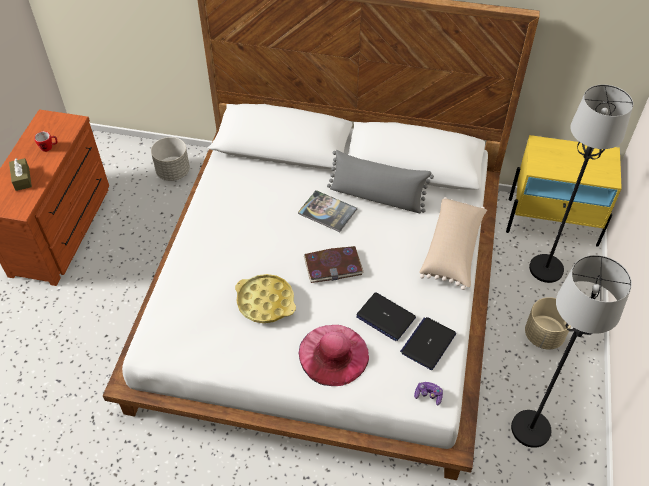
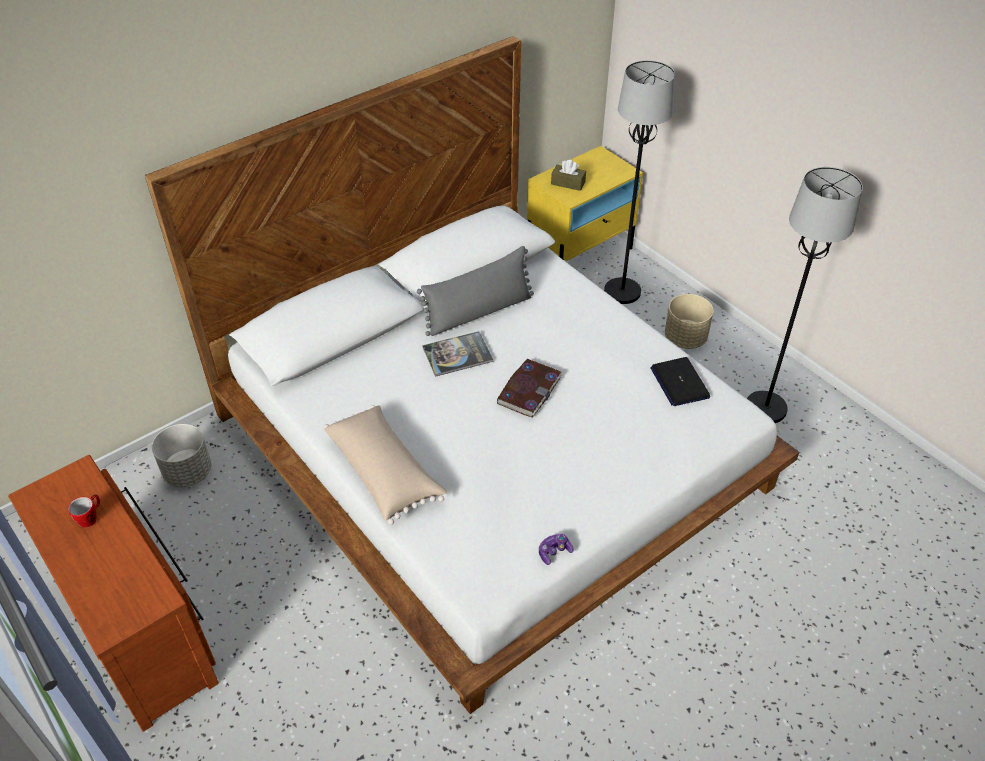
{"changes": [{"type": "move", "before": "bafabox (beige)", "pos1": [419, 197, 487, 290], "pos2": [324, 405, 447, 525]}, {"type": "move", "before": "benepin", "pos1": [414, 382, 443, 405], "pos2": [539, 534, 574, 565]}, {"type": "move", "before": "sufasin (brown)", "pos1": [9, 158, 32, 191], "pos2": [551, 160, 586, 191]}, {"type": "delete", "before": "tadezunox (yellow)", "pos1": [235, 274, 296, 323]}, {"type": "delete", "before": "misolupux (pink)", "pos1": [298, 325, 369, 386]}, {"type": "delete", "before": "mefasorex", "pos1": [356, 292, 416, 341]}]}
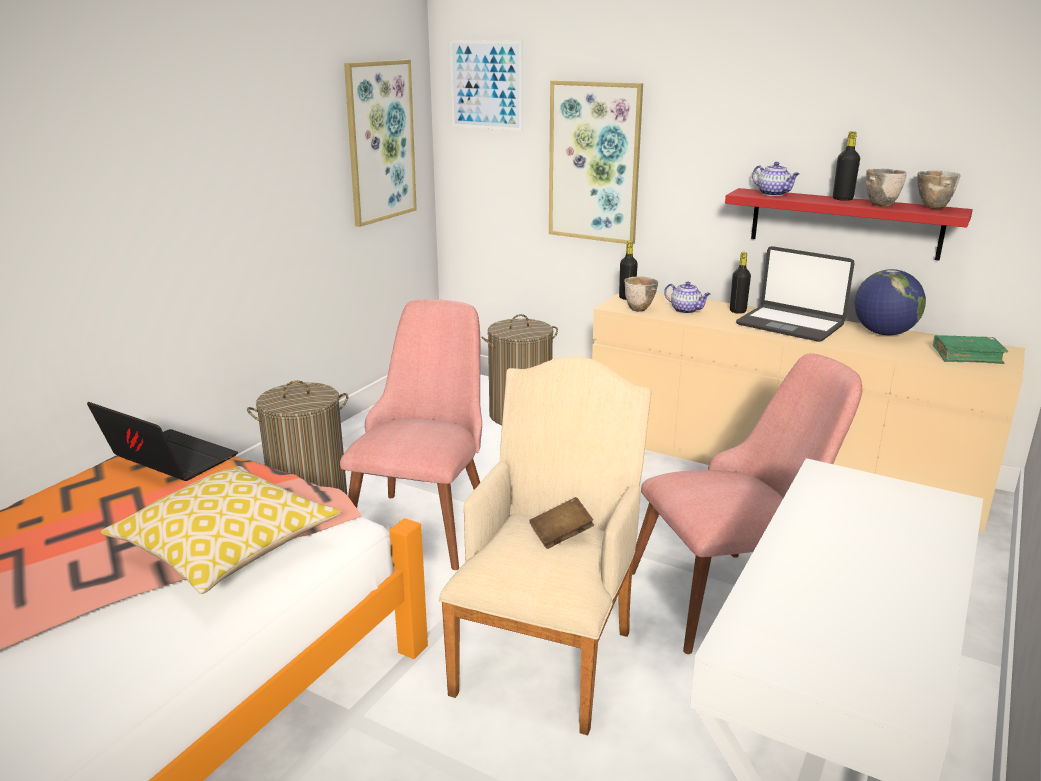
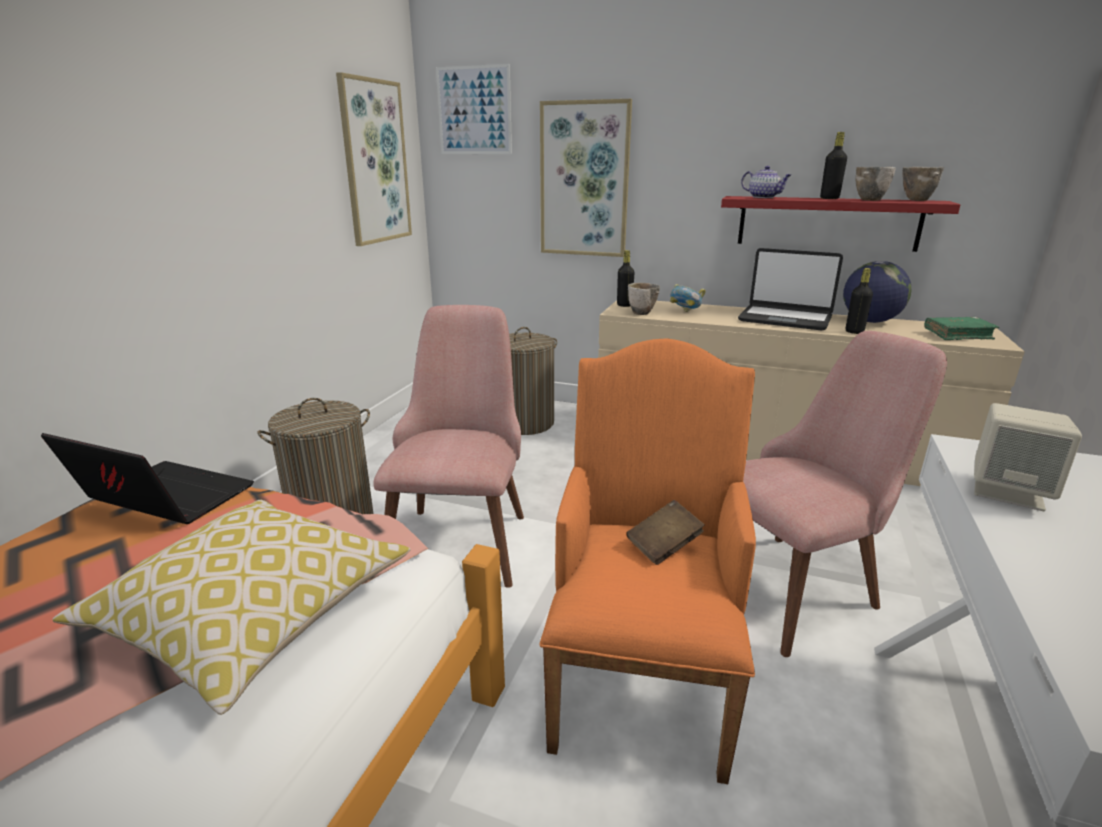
{"changes": [{"type": "recolor", "before": "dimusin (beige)", "after": "dimusin (orange)", "pos1": [439, 356, 651, 735], "pos2": [539, 338, 756, 784]}, {"type": "replace", "before": "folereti", "after": "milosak", "pos1": [664, 282, 710, 314], "pos2": [670, 284, 706, 312]}, {"type": "move", "before": "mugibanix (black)", "pos1": [730, 252, 751, 314], "pos2": [846, 268, 873, 334]}, {"type": "insert", "after": "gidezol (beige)", "pos2": [974, 403, 1082, 511]}]}
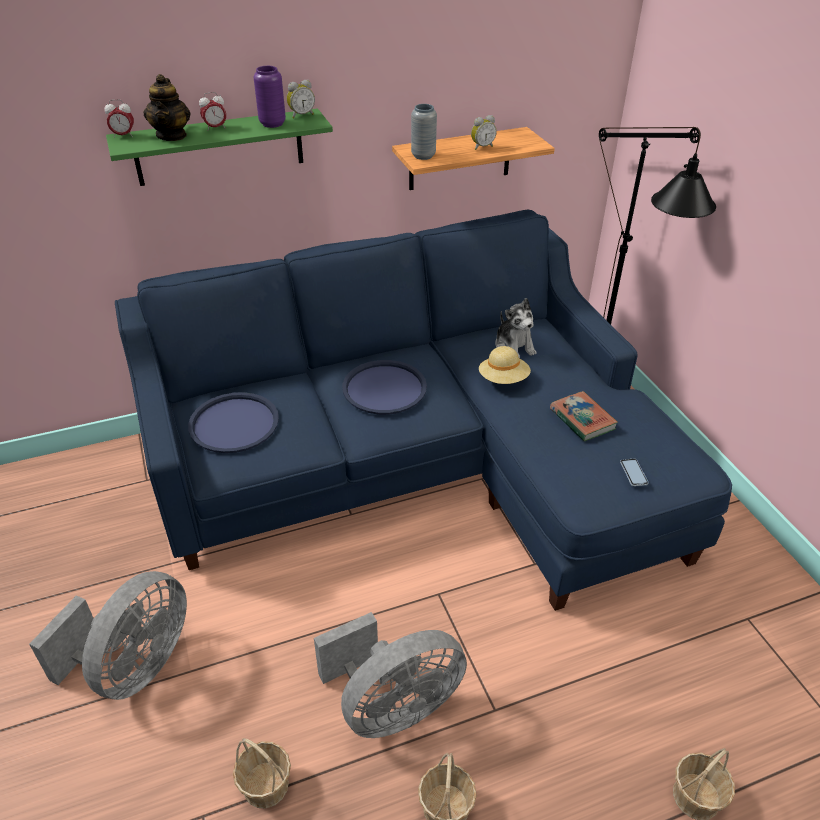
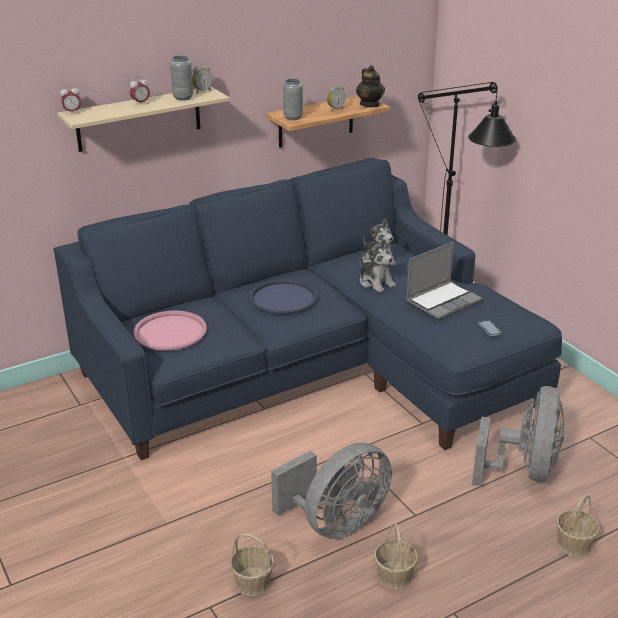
{"changes": [{"type": "recolor", "before": "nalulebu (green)", "after": "nalulebu (beige)", "pos1": [106, 108, 333, 186], "pos2": [57, 87, 230, 152]}, {"type": "recolor", "before": "tadezunox (blue)", "after": "tadezunox (pink)", "pos1": [188, 392, 279, 453], "pos2": [134, 311, 207, 351]}, {"type": "recolor", "before": "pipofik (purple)", "after": "pipofik (grey)", "pos1": [254, 66, 286, 128], "pos2": [170, 55, 193, 101]}, {"type": "move", "before": "folereti", "pos1": [144, 74, 191, 141], "pos2": [356, 65, 385, 107]}, {"type": "replace", "before": "misolupux (beige)", "after": "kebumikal", "pos1": [479, 346, 531, 384], "pos2": [359, 239, 396, 293]}, {"type": "replace", "before": "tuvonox", "after": "mefasorex", "pos1": [550, 391, 618, 442], "pos2": [406, 242, 482, 320]}, {"type": "move", "before": "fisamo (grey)", "pos1": [29, 571, 187, 700], "pos2": [472, 386, 565, 486]}]}
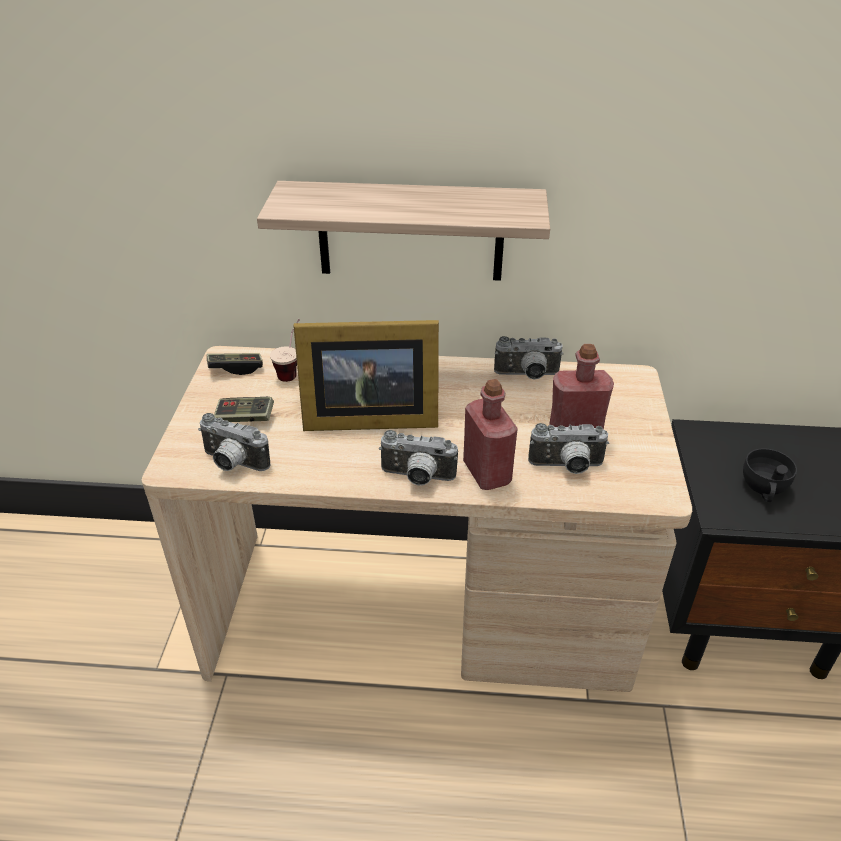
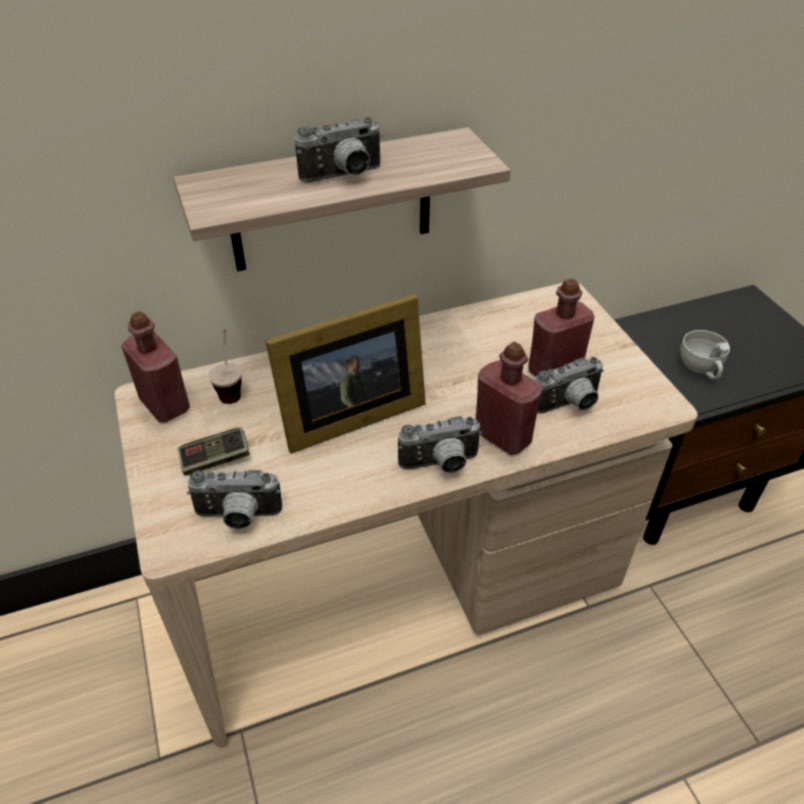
{"changes": [{"type": "replace", "before": "benepin", "after": "mugibanix (red)", "pos1": [207, 353, 263, 375], "pos2": [121, 311, 190, 423]}, {"type": "move", "before": "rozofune", "pos1": [494, 336, 563, 380], "pos2": [295, 117, 382, 182]}, {"type": "recolor", "before": "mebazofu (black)", "after": "mebazofu (white)", "pos1": [743, 448, 797, 502], "pos2": [680, 330, 730, 379]}]}
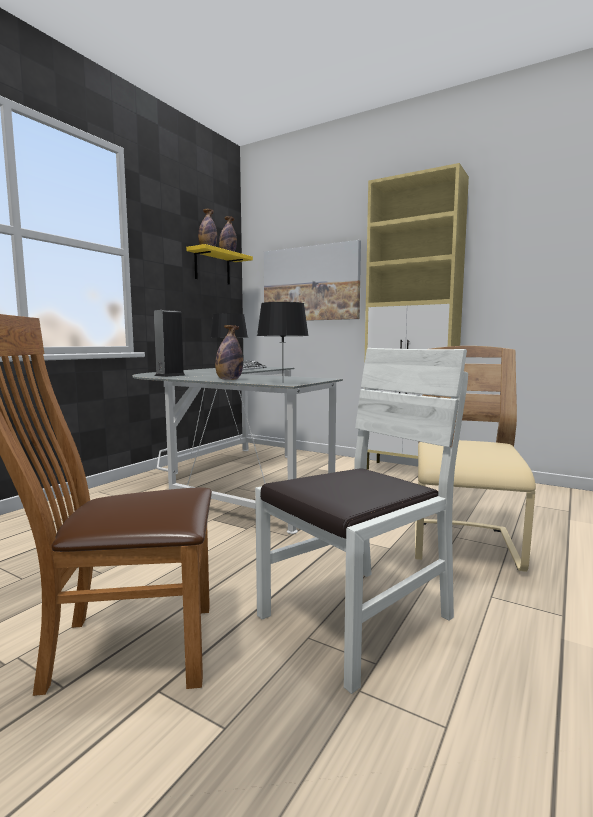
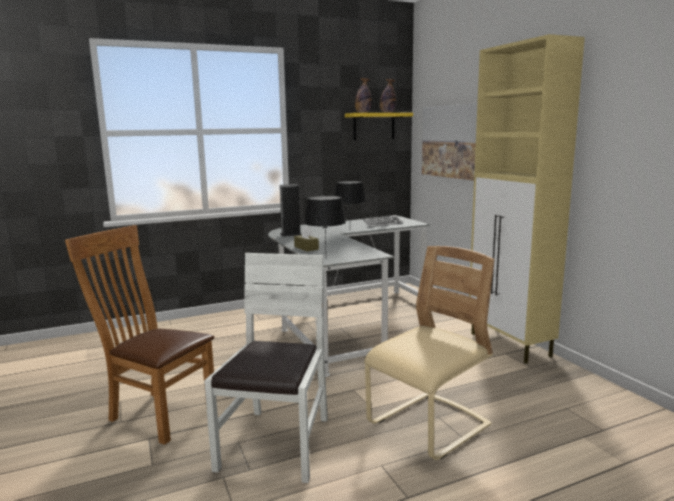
{"changes": [{"type": "rotate", "before": "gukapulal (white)", "pos1": [255, 348, 468, 694], "pos2": [204, 253, 328, 483], "turn": -75}, {"type": "replace", "before": "mugibanix", "after": "sufasin (brown)", "pos1": [215, 325, 243, 380], "pos2": [294, 226, 319, 252]}]}
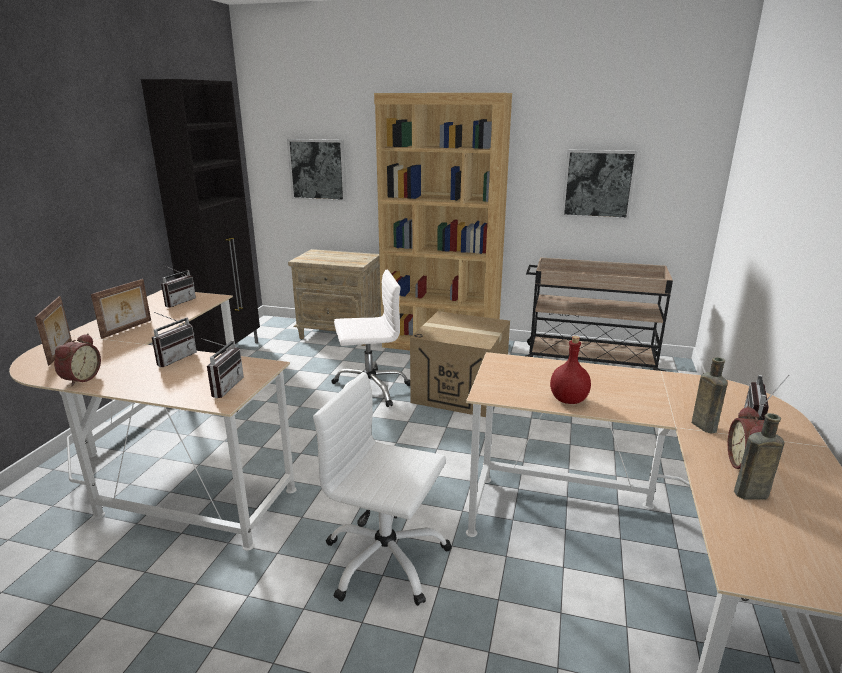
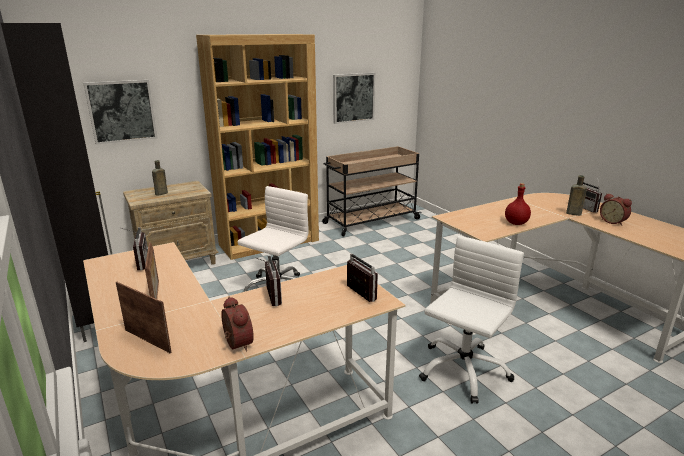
{"changes": [{"type": "move", "before": "mugibanix (brown)", "pos1": [734, 413, 785, 500], "pos2": [152, 160, 168, 196]}, {"type": "rotate", "before": "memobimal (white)", "pos1": [313, 372, 452, 606], "pos2": [419, 236, 524, 404], "turn": 150}, {"type": "delete", "before": "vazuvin", "pos1": [410, 311, 510, 417]}]}
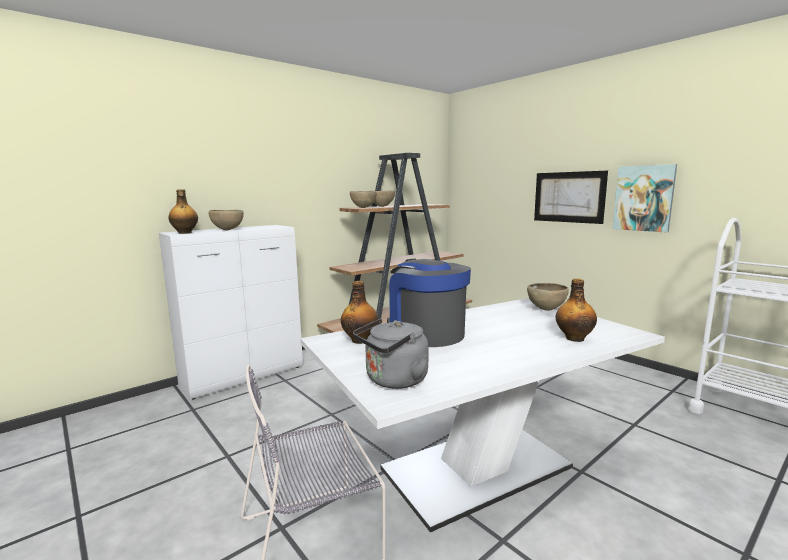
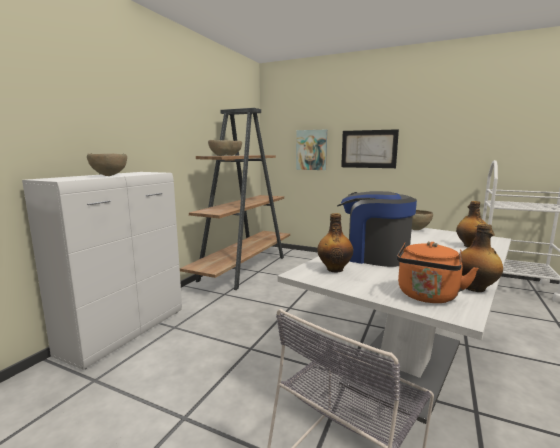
{"changes": [{"type": "move", "before": "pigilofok", "pos1": [612, 164, 677, 233], "pos2": [296, 129, 327, 170]}, {"type": "recolor", "before": "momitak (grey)", "after": "momitak (orange)", "pos1": [353, 318, 428, 389], "pos2": [397, 241, 479, 303]}, {"type": "move", "before": "mugibanix", "pos1": [168, 189, 198, 234], "pos2": [459, 224, 503, 292]}]}
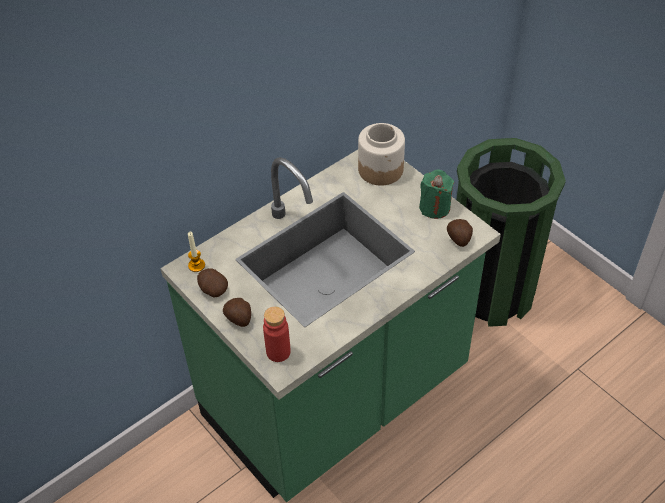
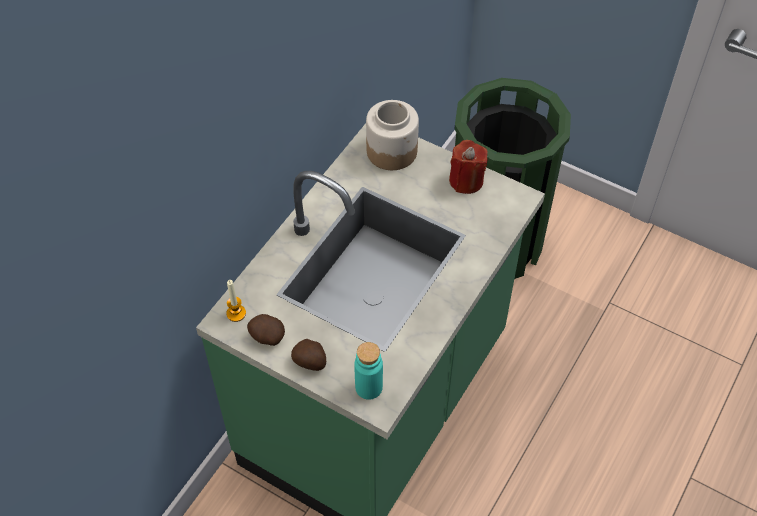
{"changes": [{"type": "recolor", "before": "mugibanix (red)", "after": "mugibanix (turquoise)", "pos1": [263, 307, 291, 362], "pos2": [354, 342, 383, 400]}, {"type": "recolor", "before": "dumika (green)", "after": "dumika (red)", "pos1": [419, 169, 454, 219], "pos2": [449, 140, 488, 194]}, {"type": "delete", "before": "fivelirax", "pos1": [447, 219, 473, 247]}]}
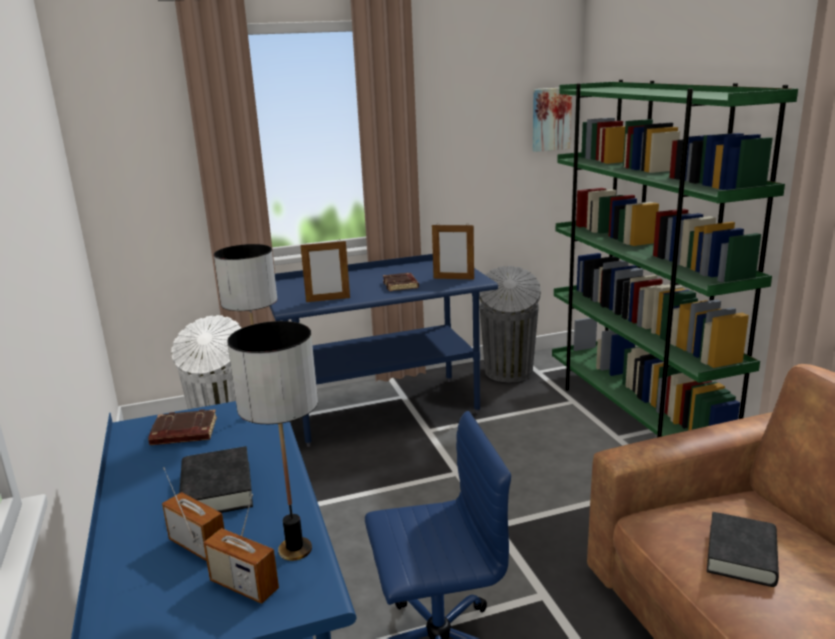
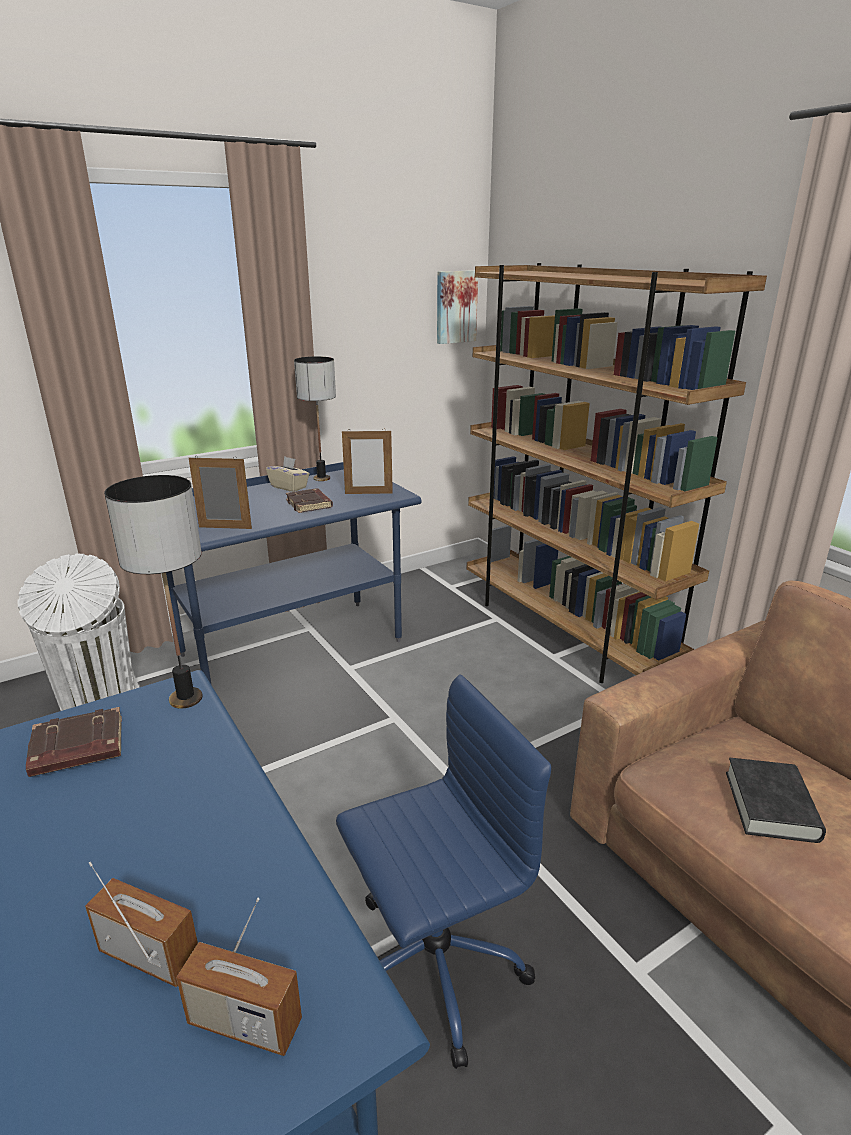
{"changes": [{"type": "rotate", "before": "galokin", "pos1": [301, 241, 350, 302], "pos2": [189, 456, 252, 529], "turn": -150}, {"type": "insert", "after": "sufasin (beige)", "pos2": [266, 456, 310, 492]}, {"type": "move", "before": "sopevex", "pos1": [227, 321, 318, 561], "pos2": [294, 356, 336, 481]}, {"type": "recolor", "before": "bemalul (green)", "after": "bemalul (brown)", "pos1": [552, 80, 798, 438], "pos2": [467, 263, 767, 683]}, {"type": "delete", "before": "tuvonox (black)", "pos1": [179, 446, 253, 513]}, {"type": "delete", "before": "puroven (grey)", "pos1": [479, 266, 541, 382]}]}
